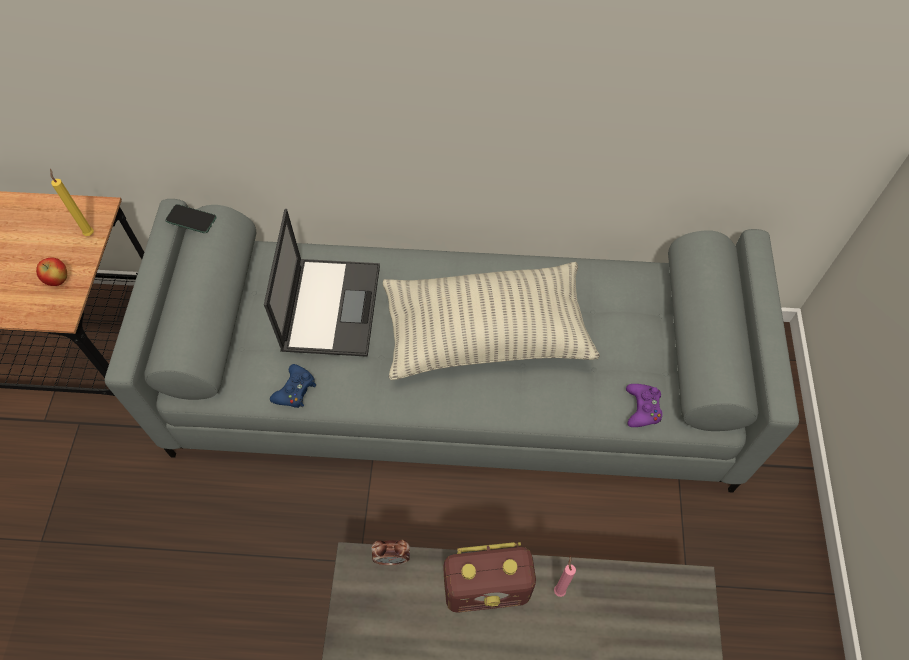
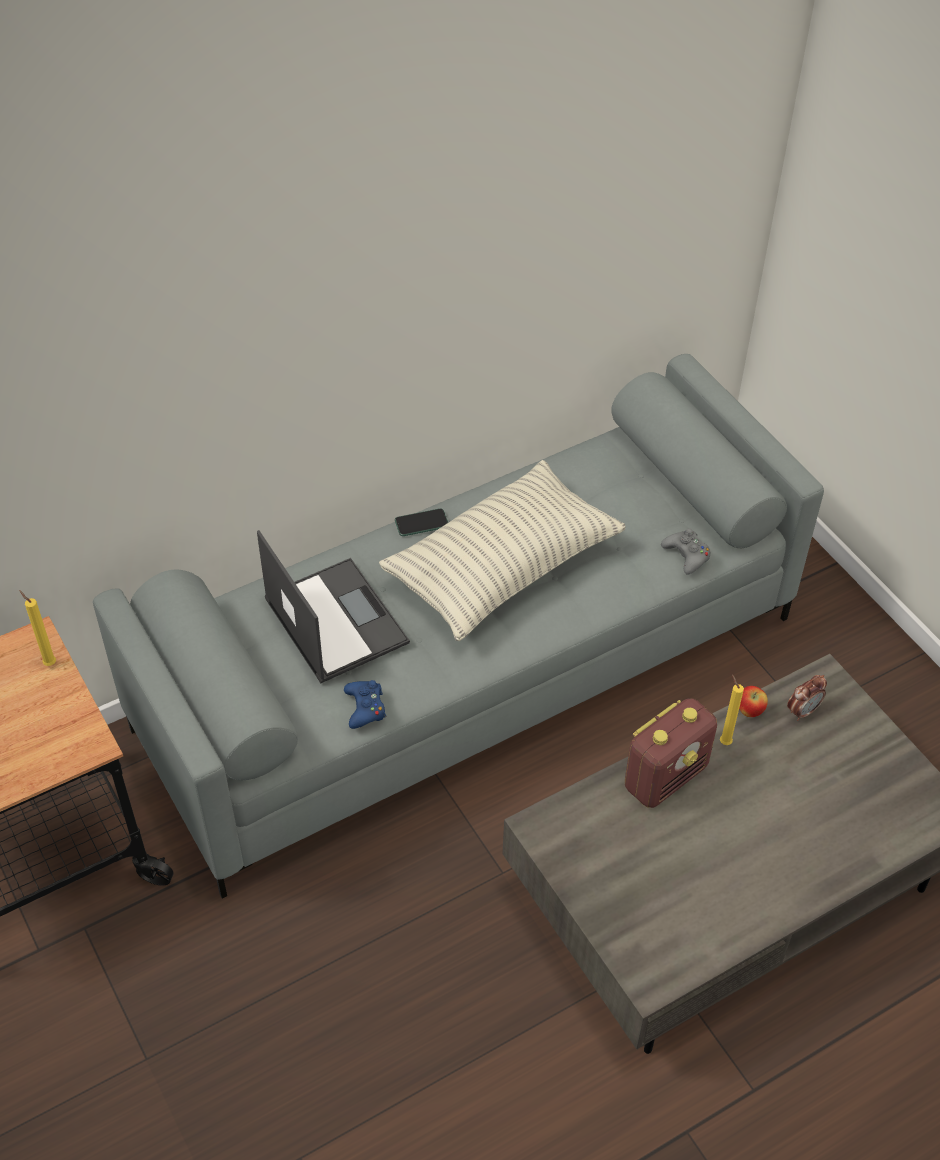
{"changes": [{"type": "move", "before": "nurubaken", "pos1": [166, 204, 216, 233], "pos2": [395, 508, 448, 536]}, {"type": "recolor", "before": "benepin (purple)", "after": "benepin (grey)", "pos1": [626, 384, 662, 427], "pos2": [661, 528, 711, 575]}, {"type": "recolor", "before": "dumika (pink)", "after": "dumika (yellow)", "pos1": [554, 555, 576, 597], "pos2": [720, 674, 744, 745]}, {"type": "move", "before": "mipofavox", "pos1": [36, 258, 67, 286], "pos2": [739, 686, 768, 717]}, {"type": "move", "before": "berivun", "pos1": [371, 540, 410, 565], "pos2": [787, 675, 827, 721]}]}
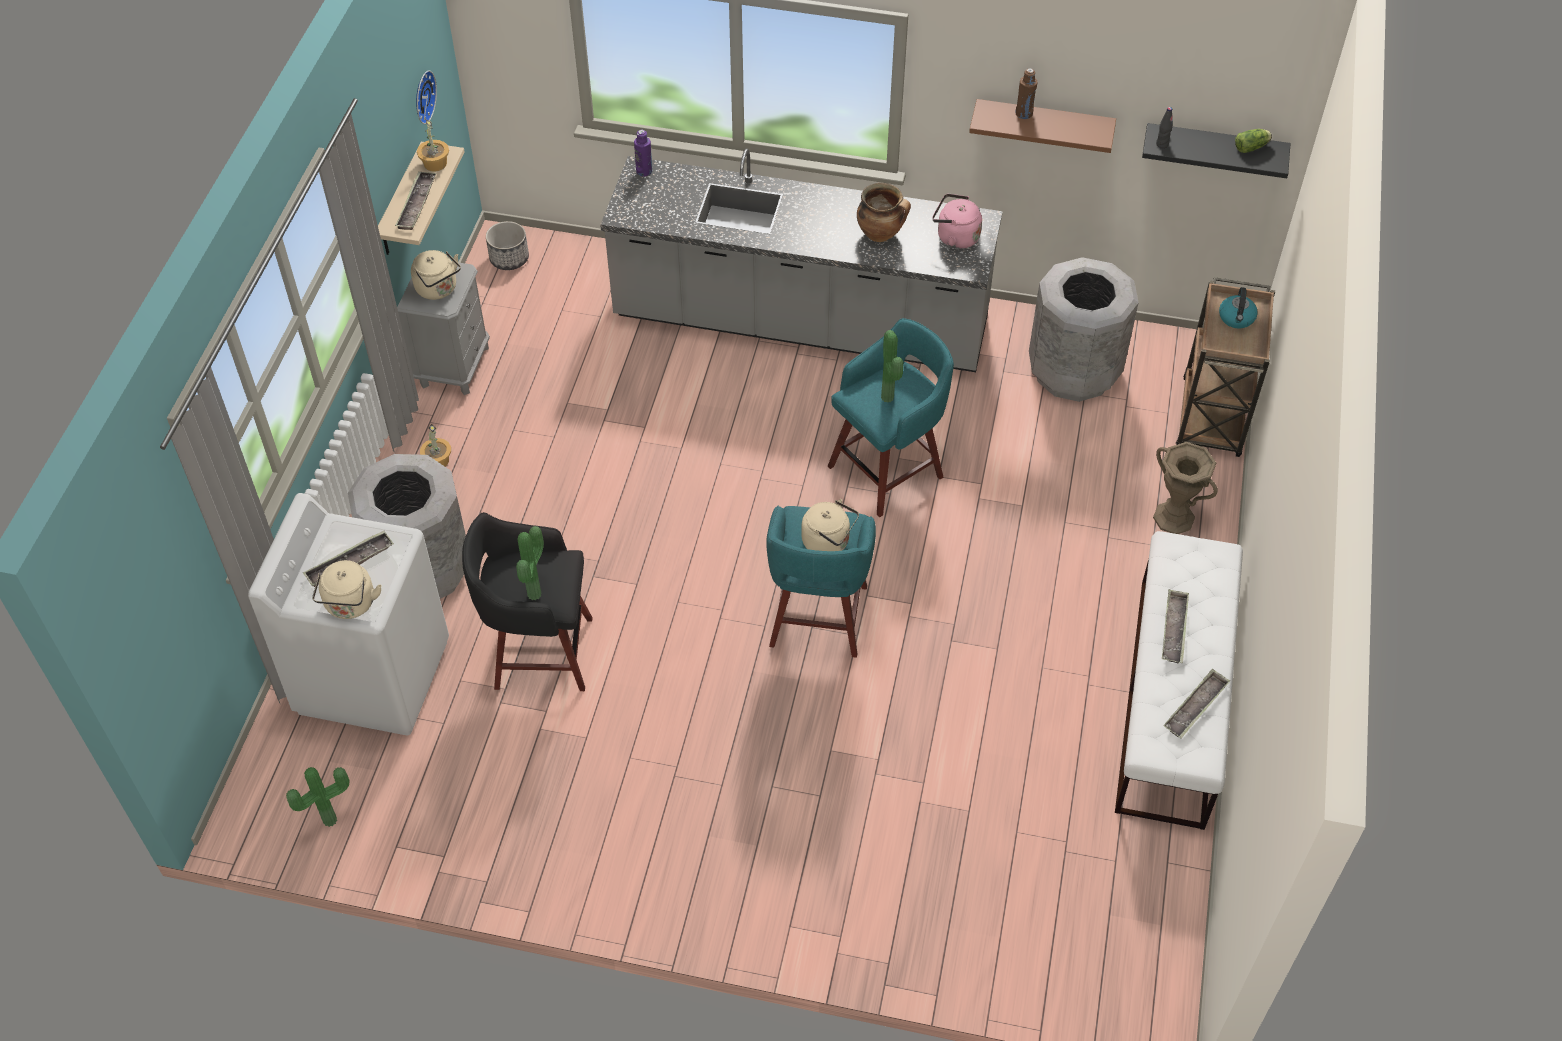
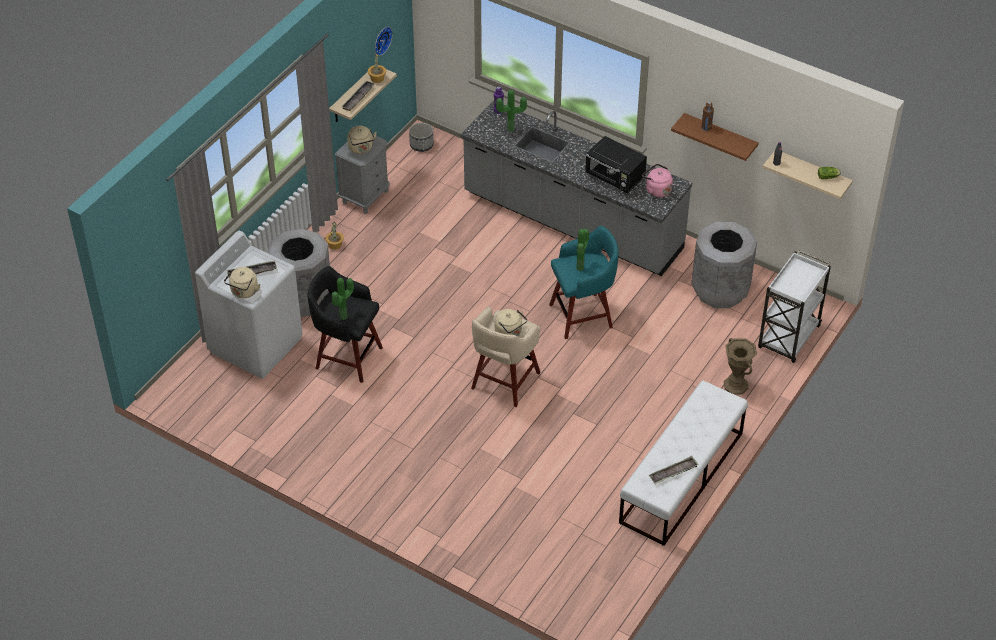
{"changes": [{"type": "recolor", "before": "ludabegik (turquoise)", "after": "ludabegik (beige)", "pos1": [766, 506, 876, 658], "pos2": [471, 306, 540, 407]}, {"type": "move", "before": "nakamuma", "pos1": [286, 767, 350, 827], "pos2": [496, 90, 527, 132]}, {"type": "replace", "before": "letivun", "after": "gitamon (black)", "pos1": [857, 183, 911, 242], "pos2": [585, 136, 647, 193]}, {"type": "recolor", "before": "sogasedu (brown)", "after": "sogasedu (white)", "pos1": [1176, 277, 1275, 457], "pos2": [758, 250, 831, 363]}, {"type": "recolor", "before": "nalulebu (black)", "after": "nalulebu (beige)", "pos1": [1142, 123, 1291, 178], "pos2": [763, 151, 853, 199]}, {"type": "delete", "before": "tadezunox", "pos1": [1162, 589, 1189, 663]}, {"type": "delete", "before": "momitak", "pos1": [1219, 287, 1258, 328]}]}
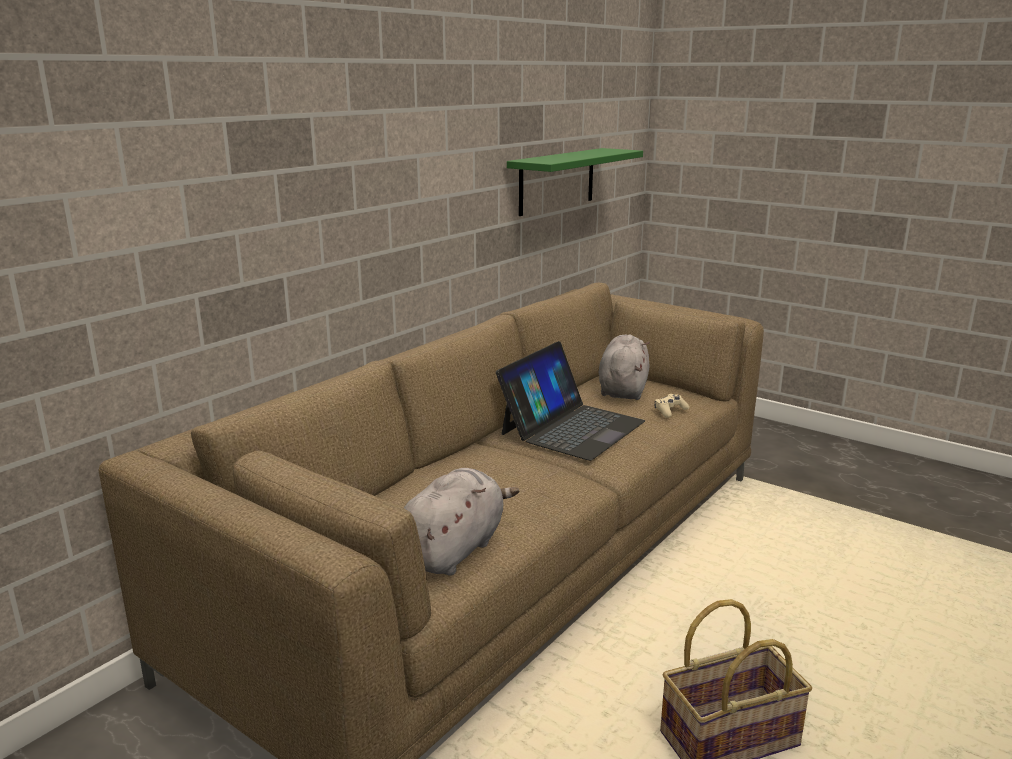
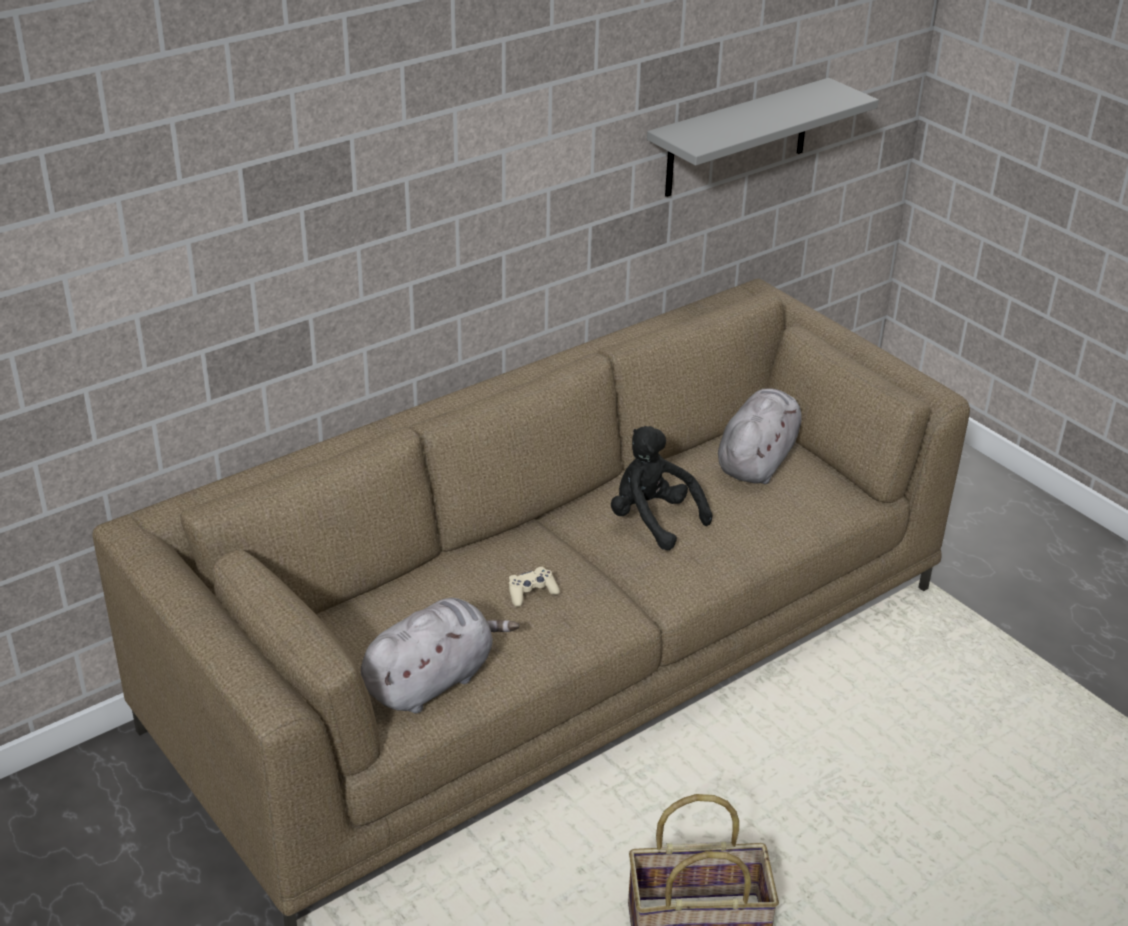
{"changes": [{"type": "move", "before": "benepin (beige)", "pos1": [654, 394, 689, 418], "pos2": [509, 567, 560, 607]}, {"type": "replace", "before": "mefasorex", "after": "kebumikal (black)", "pos1": [496, 341, 645, 461], "pos2": [611, 426, 713, 550]}, {"type": "recolor", "before": "nalulebu (green)", "after": "nalulebu (grey)", "pos1": [507, 148, 643, 216], "pos2": [647, 78, 879, 197]}]}
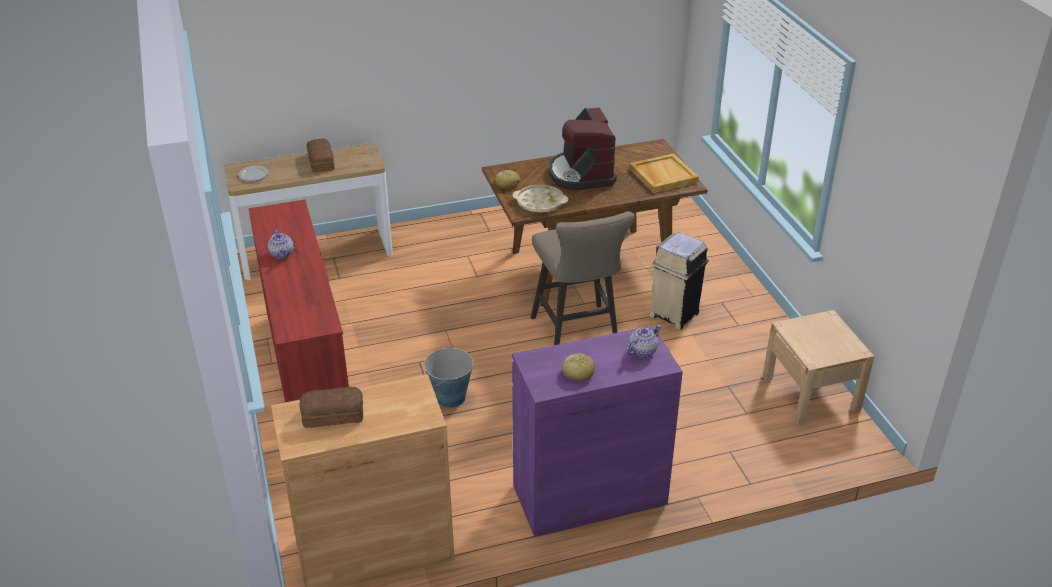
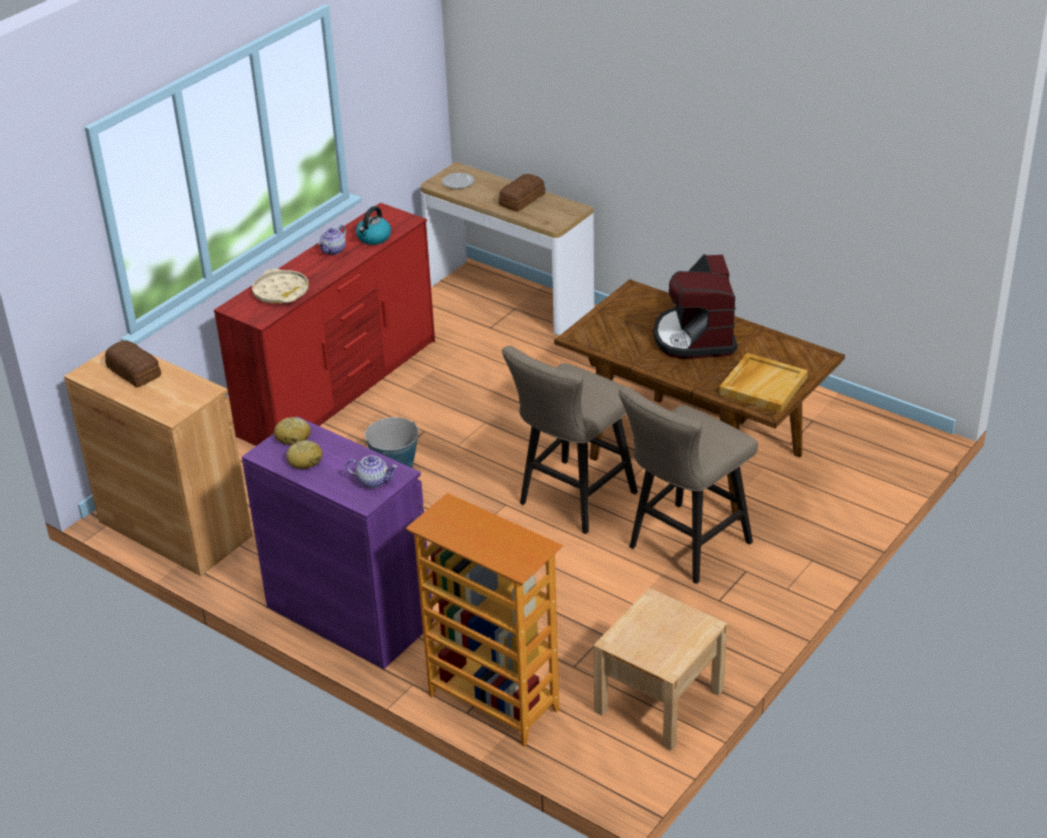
{"changes": [{"type": "move", "before": "tadezunox (beige)", "pos1": [513, 184, 568, 212], "pos2": [252, 268, 309, 304]}, {"type": "move", "before": "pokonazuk", "pos1": [495, 170, 520, 189], "pos2": [274, 417, 311, 445]}, {"type": "insert", "after": "momitak", "pos2": [356, 206, 391, 245]}, {"type": "insert", "after": "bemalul", "pos2": [406, 493, 563, 746]}, {"type": "replace", "before": "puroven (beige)", "after": "ludabegik (beige)", "pos1": [650, 232, 709, 330], "pos2": [619, 387, 758, 584]}, {"type": "rotate", "before": "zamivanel", "pos1": [549, 108, 617, 190], "pos2": [653, 254, 737, 359], "turn": -45}]}
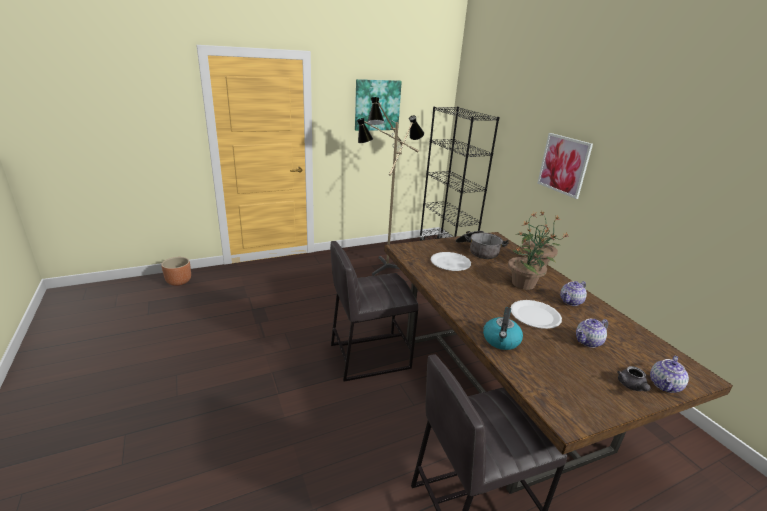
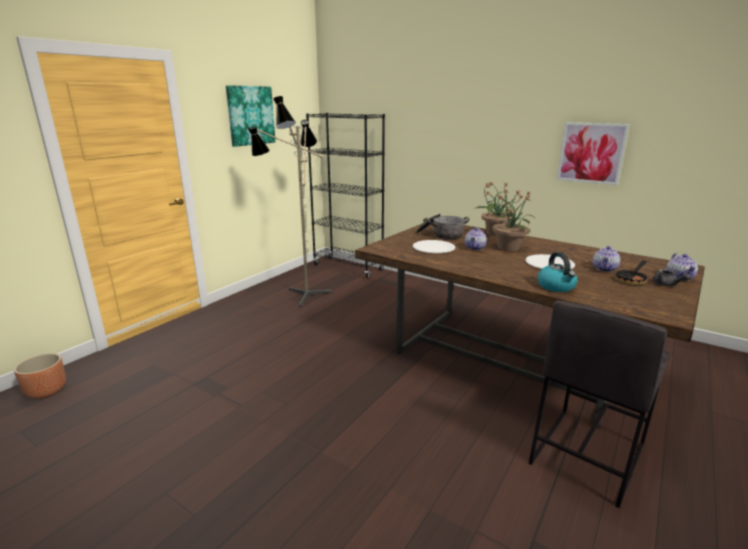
{"changes": [{"type": "move", "before": "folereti", "pos1": [560, 281, 587, 306], "pos2": [465, 228, 487, 250]}, {"type": "move", "before": "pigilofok", "pos1": [537, 133, 593, 199], "pos2": [557, 122, 630, 185]}, {"type": "insert", "after": "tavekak", "pos2": [615, 260, 648, 285]}, {"type": "delete", "before": "ludabegik (grey)", "pos1": [330, 241, 418, 382]}]}
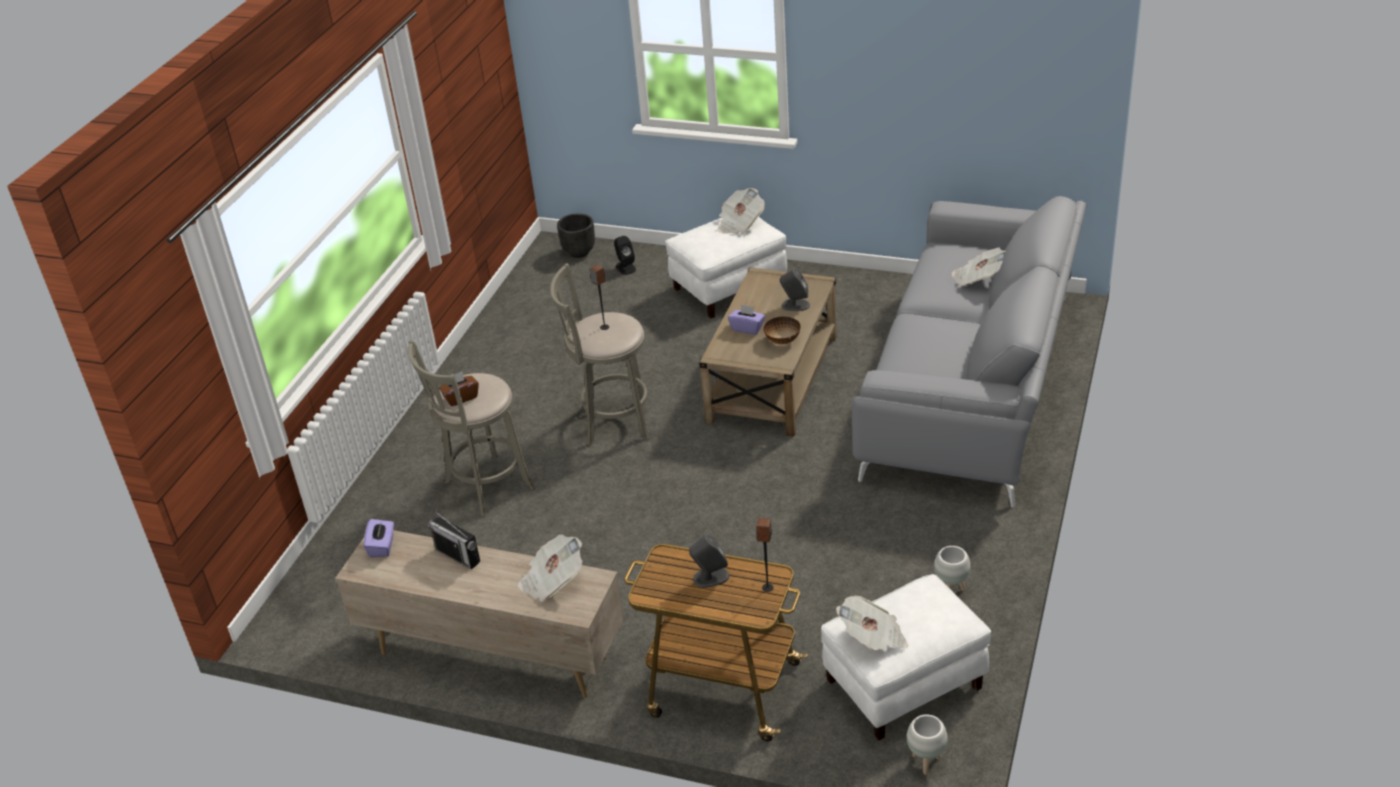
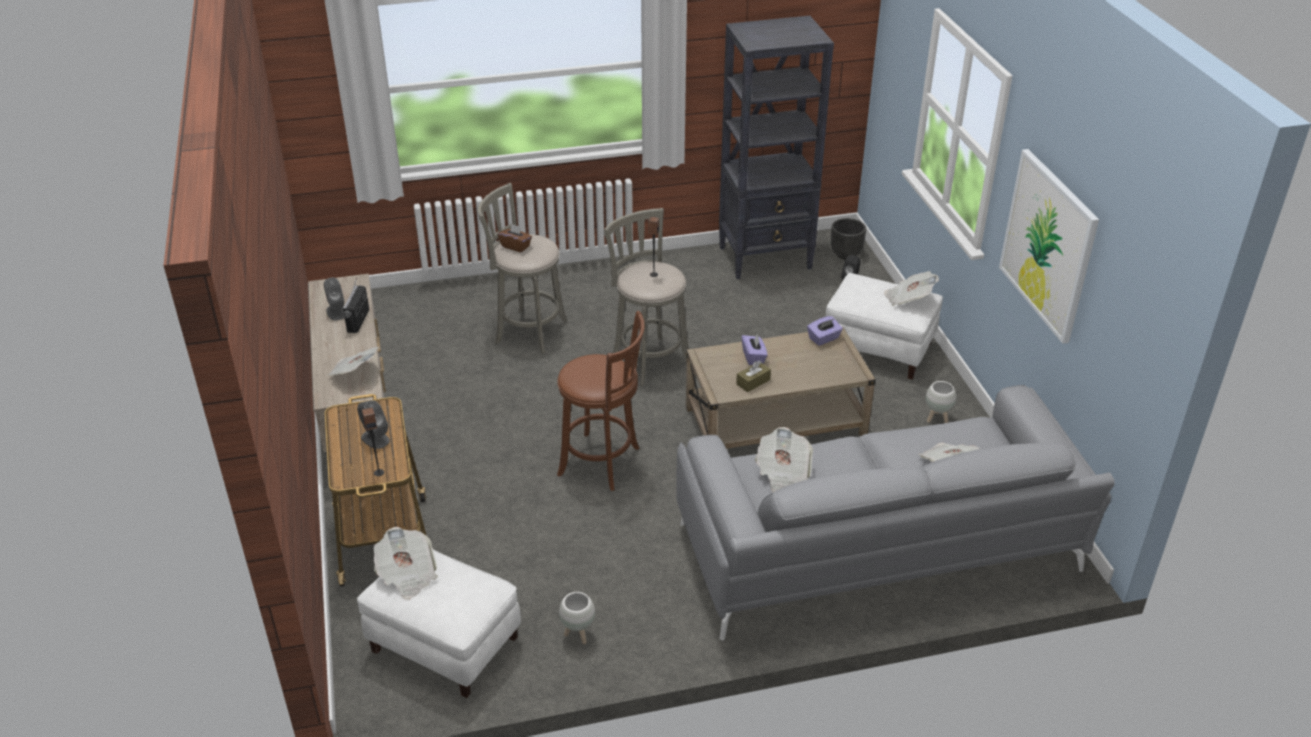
{"changes": [{"type": "move", "before": "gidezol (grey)", "pos1": [780, 268, 810, 311], "pos2": [324, 277, 345, 320]}, {"type": "insert", "after": "ludabegik (brown)", "pos2": [557, 311, 645, 491]}, {"type": "insert", "after": "bemalul (black)", "pos2": [719, 16, 834, 279]}, {"type": "replace", "before": "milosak", "after": "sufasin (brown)", "pos1": [763, 317, 800, 345], "pos2": [736, 361, 771, 392]}, {"type": "insert", "after": "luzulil", "pos2": [755, 427, 813, 492]}, {"type": "move", "before": "sufasin (purple)", "pos1": [364, 519, 394, 557], "pos2": [807, 316, 843, 346]}, {"type": "move", "before": "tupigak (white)", "pos1": [907, 714, 948, 775], "pos2": [926, 381, 956, 423]}, {"type": "insert", "after": "pigilofok", "pos2": [999, 149, 1099, 344]}]}
